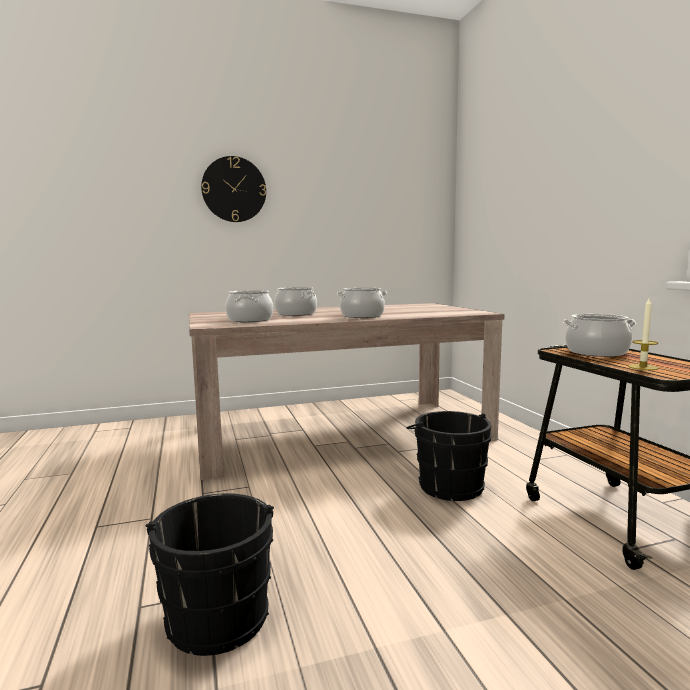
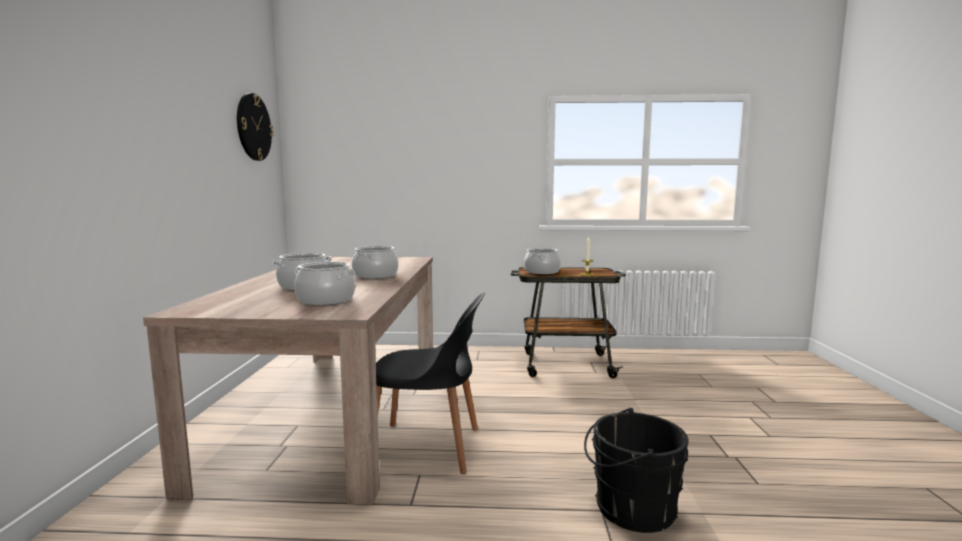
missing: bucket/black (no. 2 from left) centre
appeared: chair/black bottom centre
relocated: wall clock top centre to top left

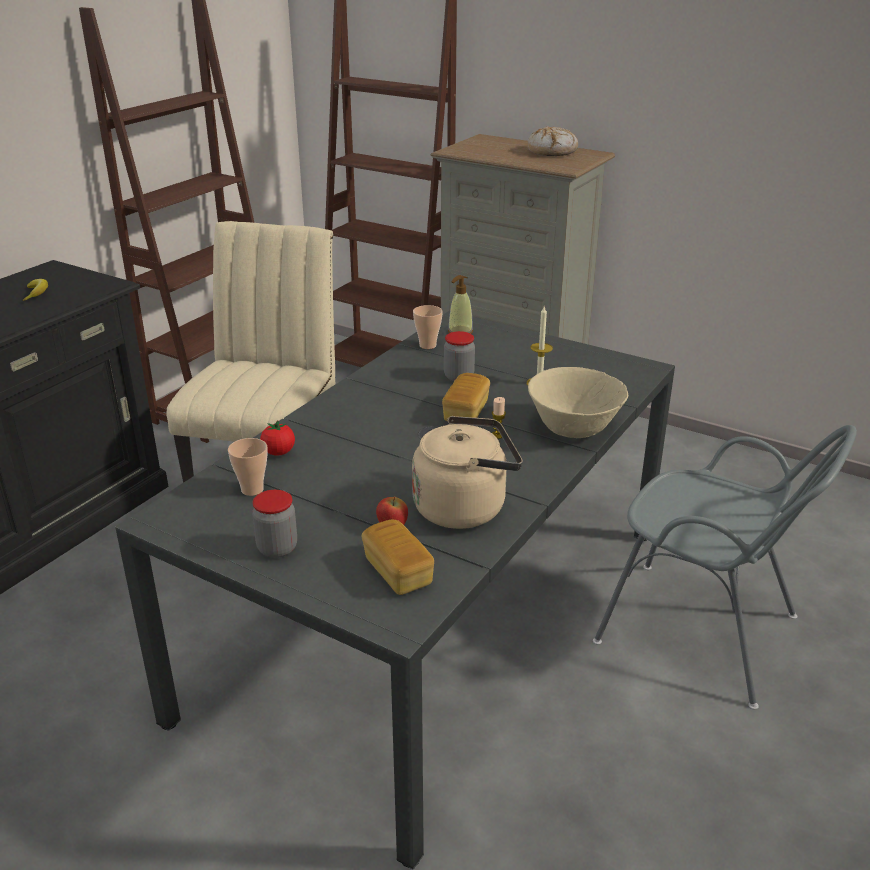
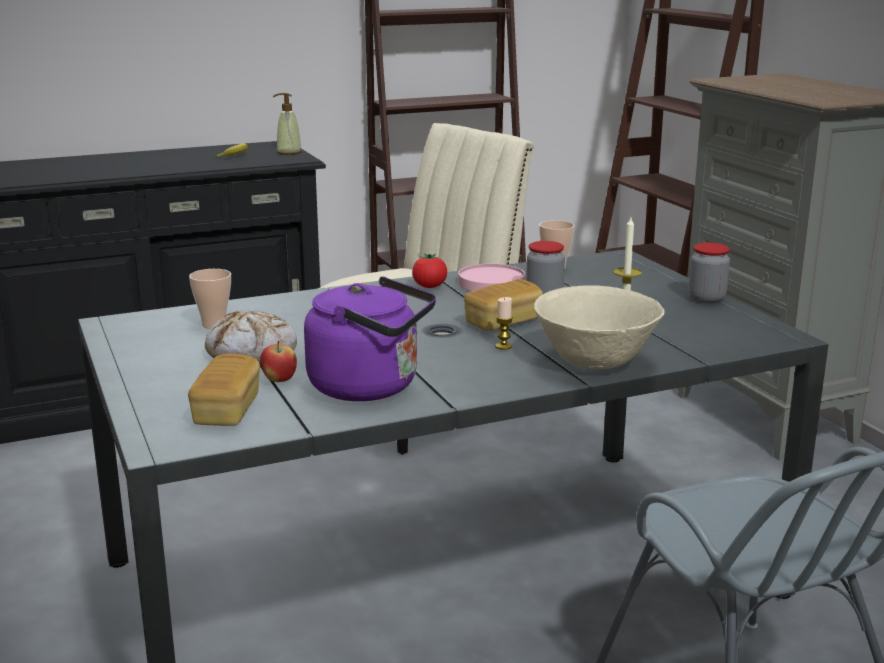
appeared: plate/pink centre
relocated: bread (no. 3 from left in the first image) top centre to bread (no. 2 from left) middle left; soap dispenser centre to top left; tomato middle left to centre; jar (no. 1 from left in the first image) middle left to jar (no. 2 from left) middle right
colour: kettle/beige centre to kettle/purple centre

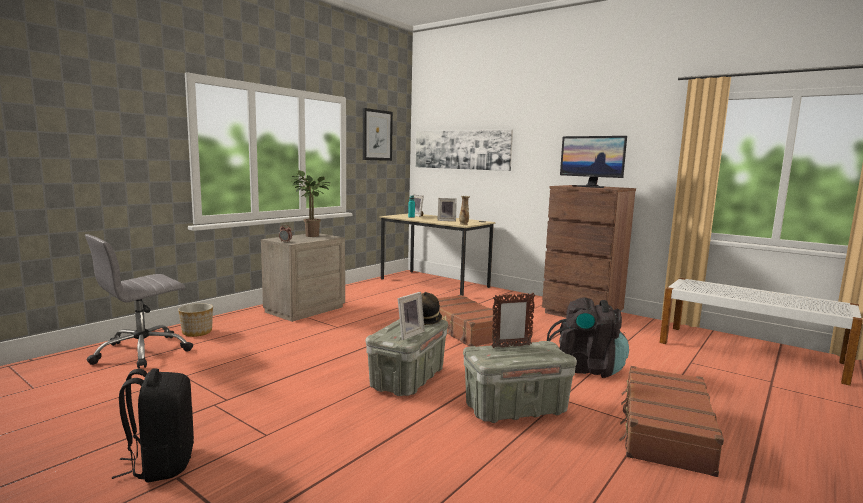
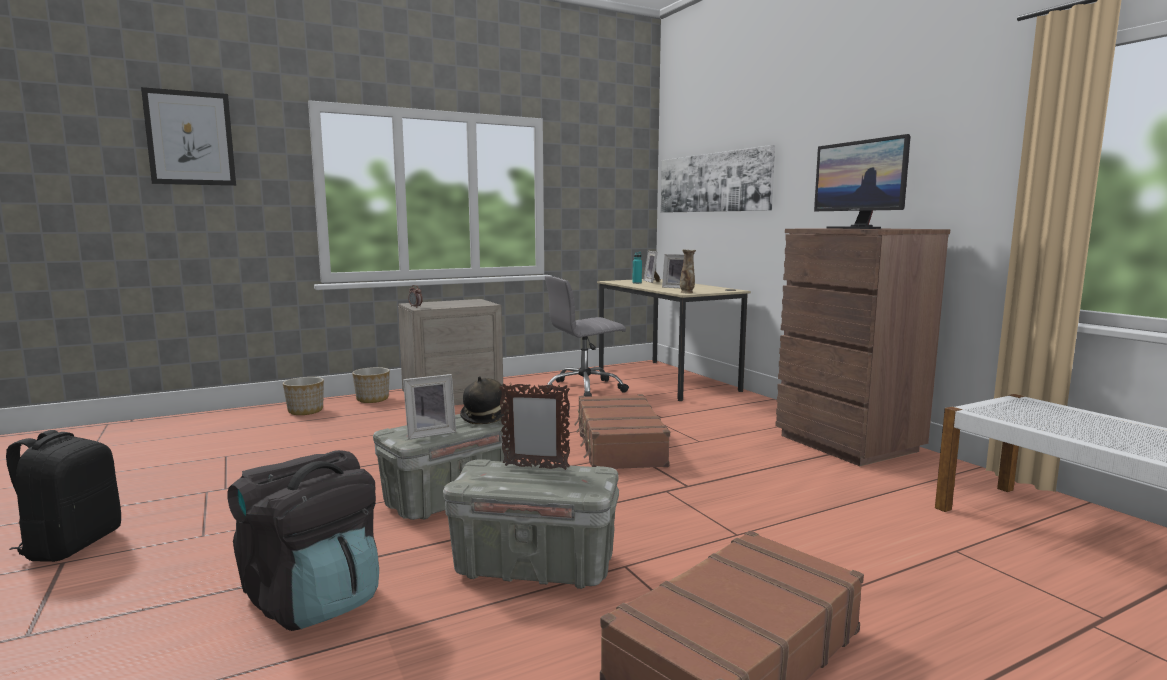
missing: potted plant centre
appeared: planter (no. 2 from left) middle left
relocated: picture (no. 1 from left) top centre to top left; backpack/black (no. 2 from left) bottom right to bottom left; office chair/grey middle left to centre

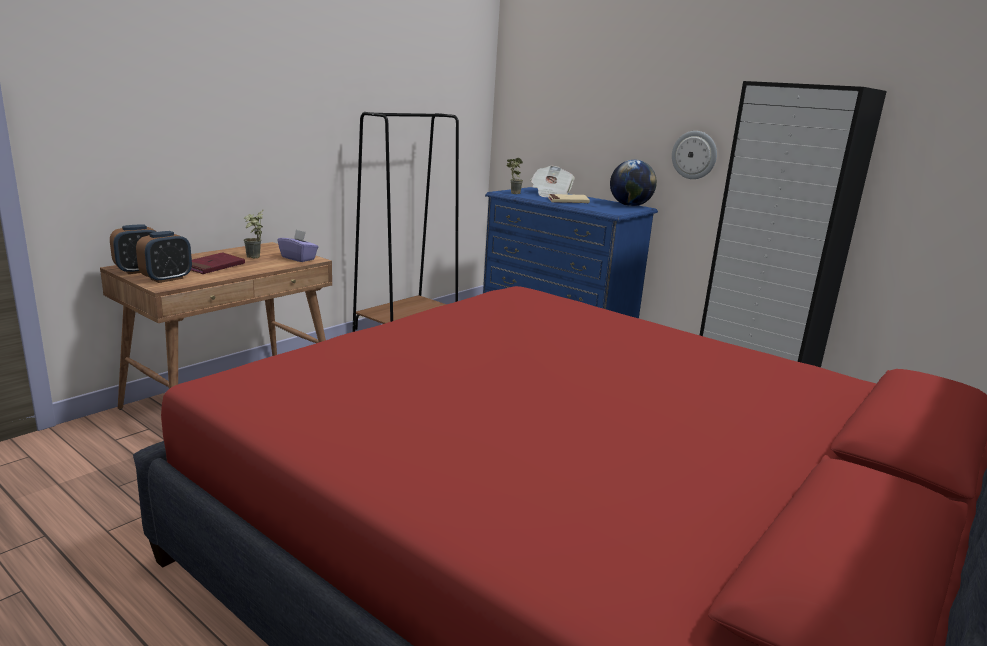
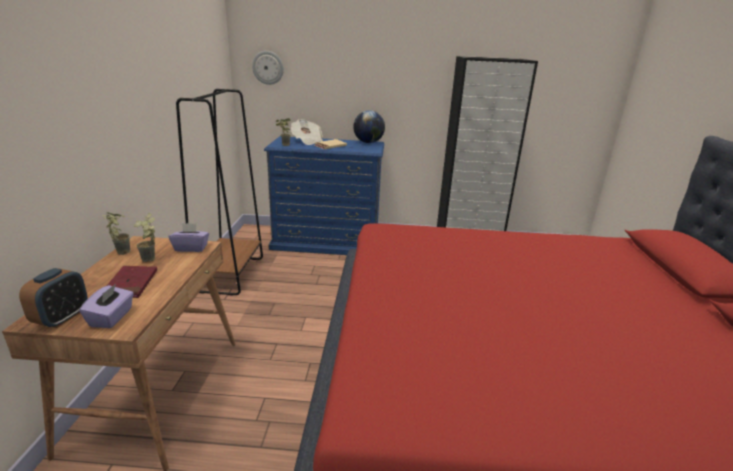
appeared: potted plant (no. 1 from left) middle left
relocated: wall clock top right to top centre
exchanged: alarm clock (no. 2 from left) middle left to tissue box/purple (no. 1 from left) middle left

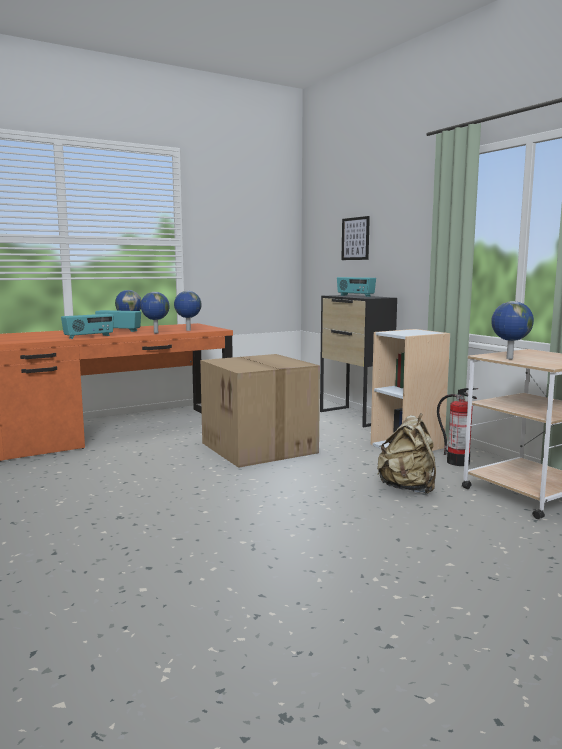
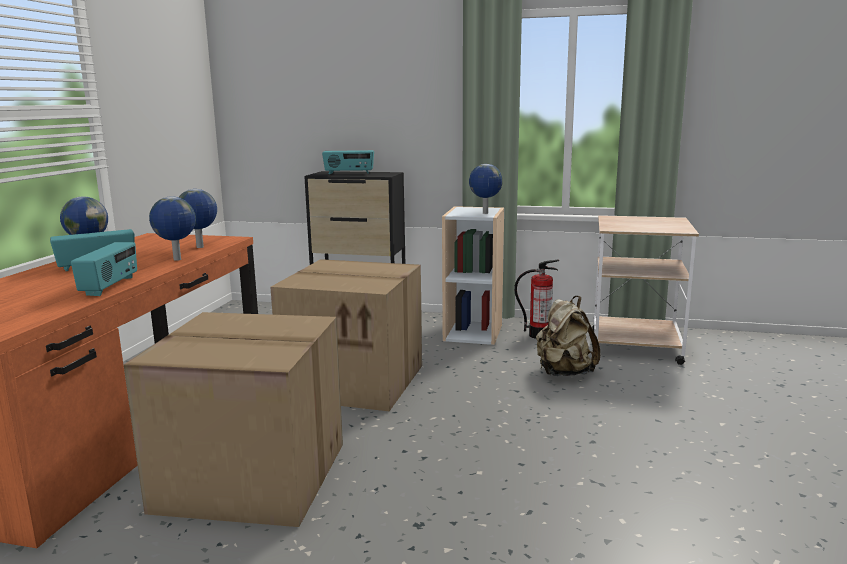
missing: picture top centre
appeared: cardboard box (no. 1 from left) bottom left
relocated: globe (no. 4 from left) middle right to centre

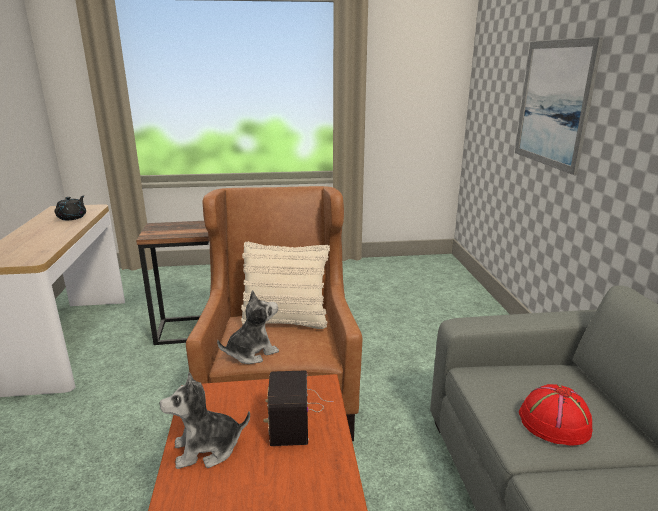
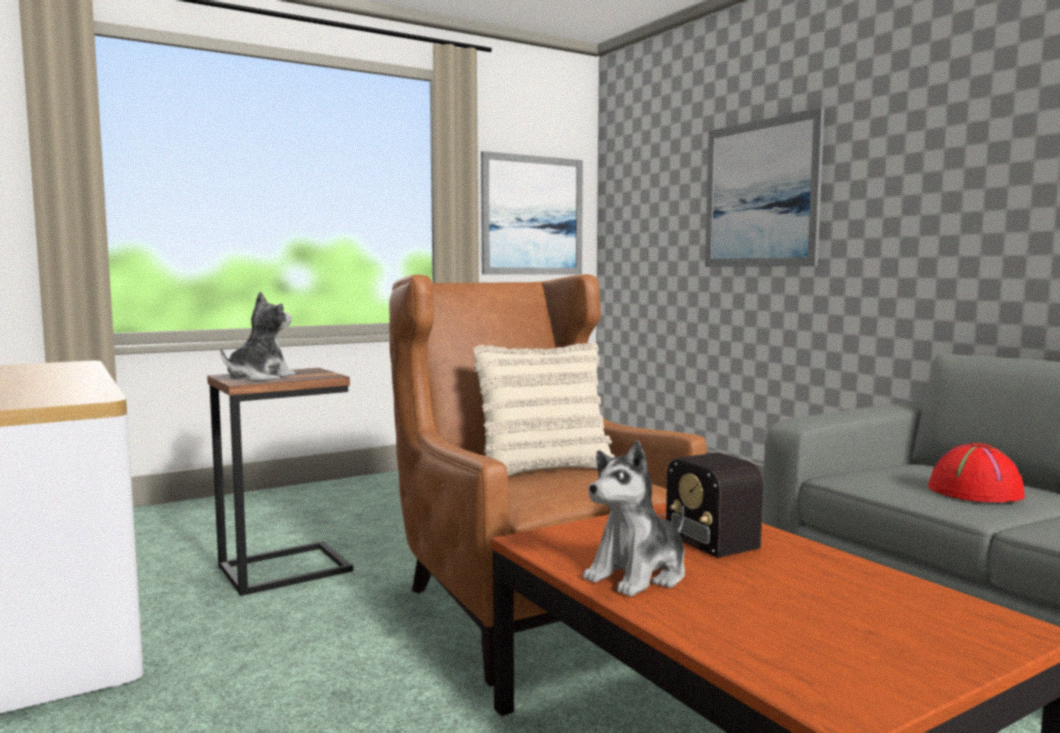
missing: teapot/black middle left
appeared: picture (no. 1 from left) top centre
relocated: plush toy (no. 2 from left in the first image) centre to plush toy (no. 1 from left) middle left

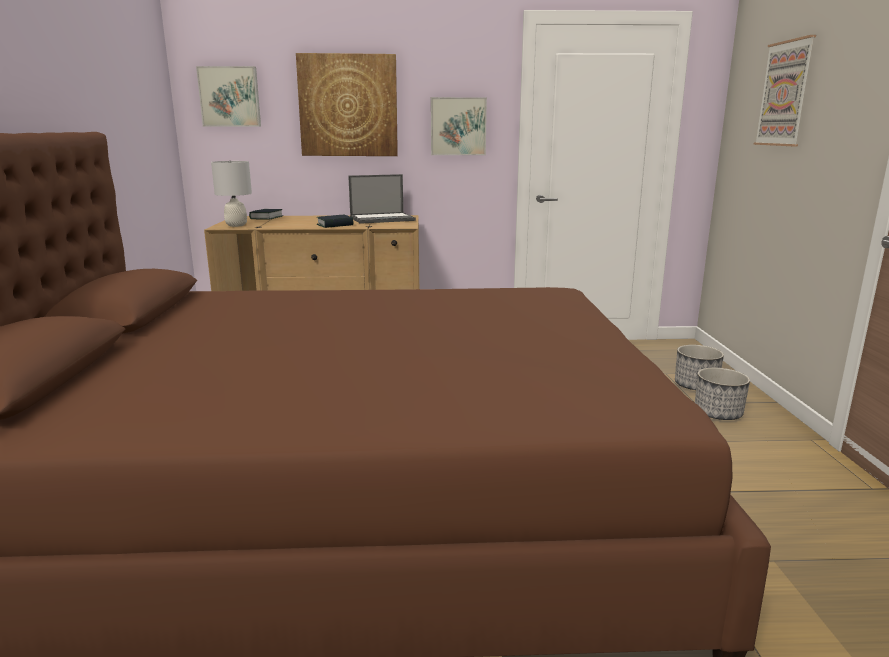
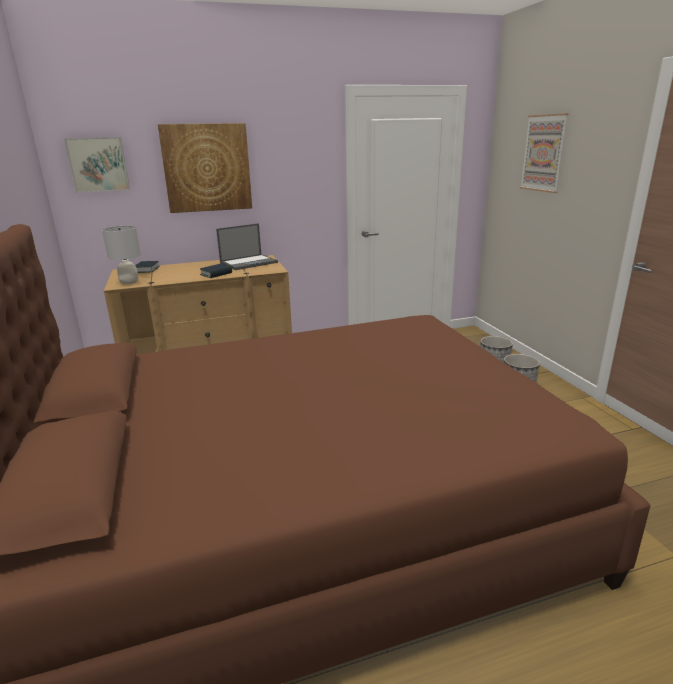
missing: picture (no. 3 from left) top centre

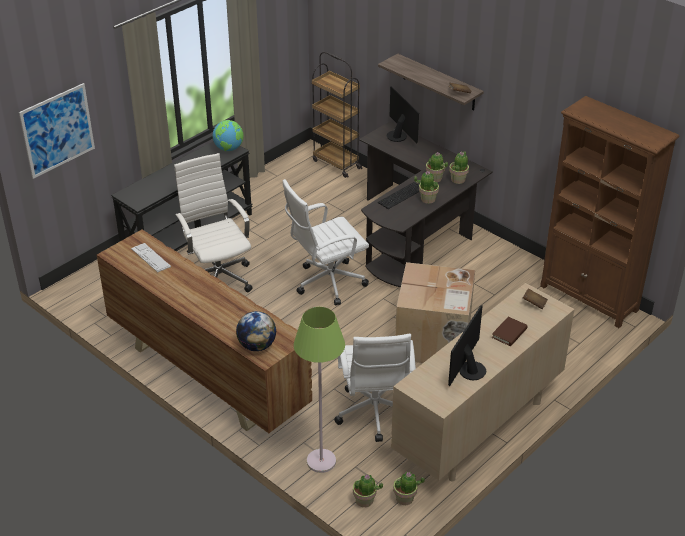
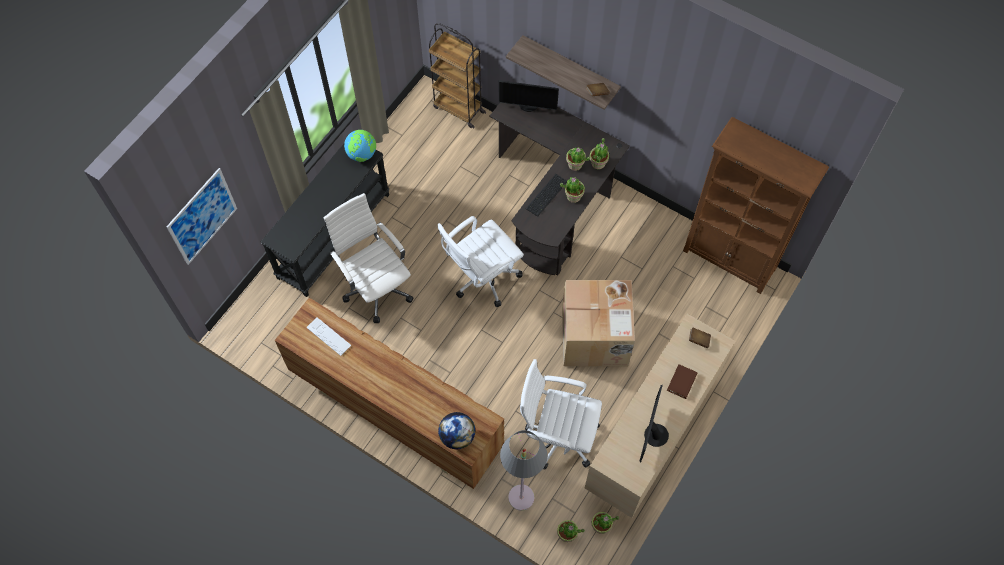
colour: floor lamp/green bottom centre to floor lamp/grey bottom centre
spun: monitor (no. 1 from left) top centre = top centre 135 degrees clockwise; office chair/white (no. 3 from left) bottom centre = bottom centre 120 degrees clockwise

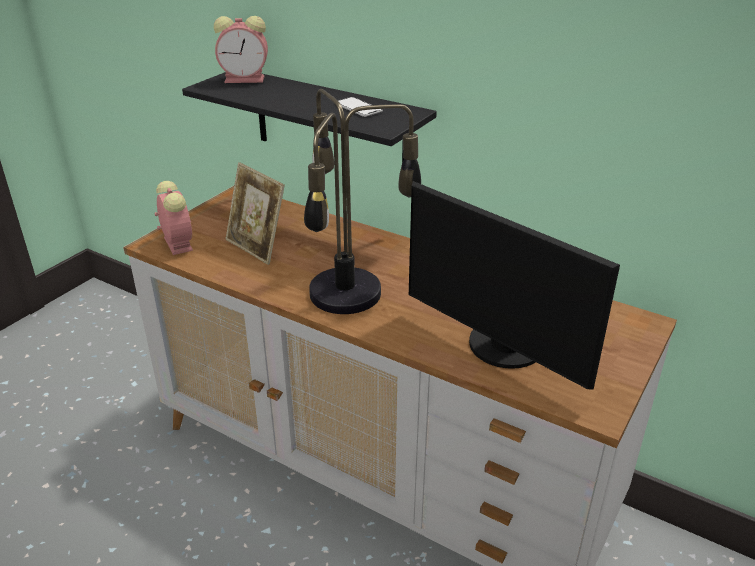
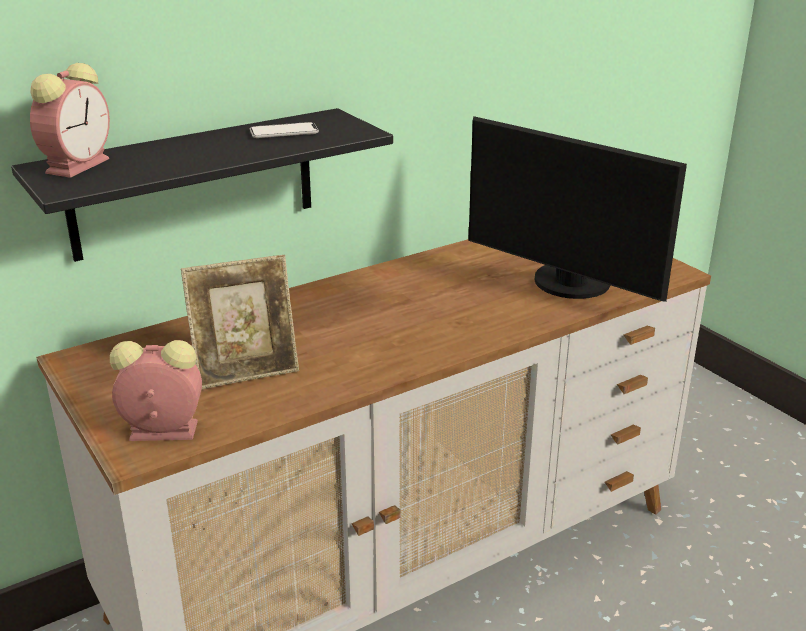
missing: table lamp centre
spun: monitor middle right = top right 60 degrees clockwise

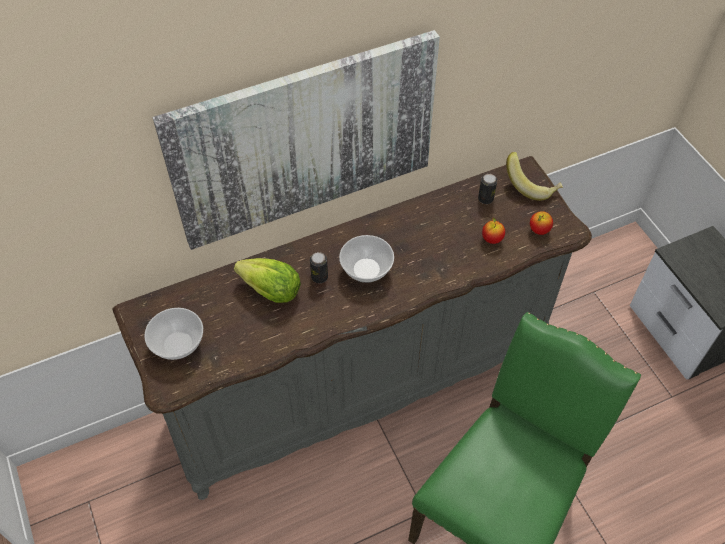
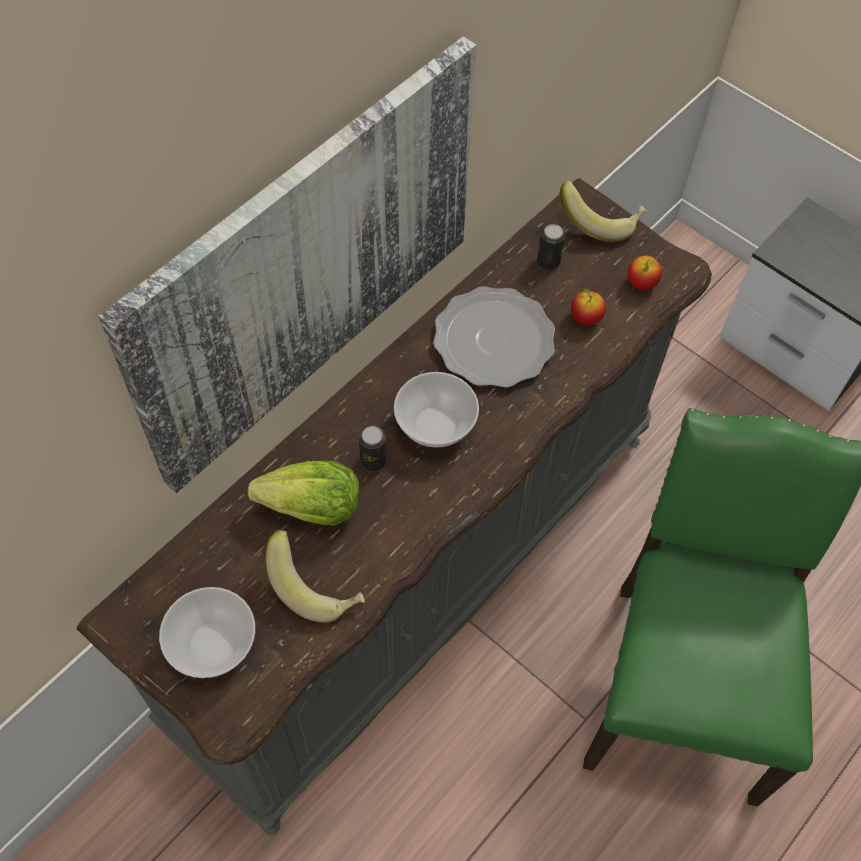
appeared: banana (no. 1 from left) bottom centre; plate centre

